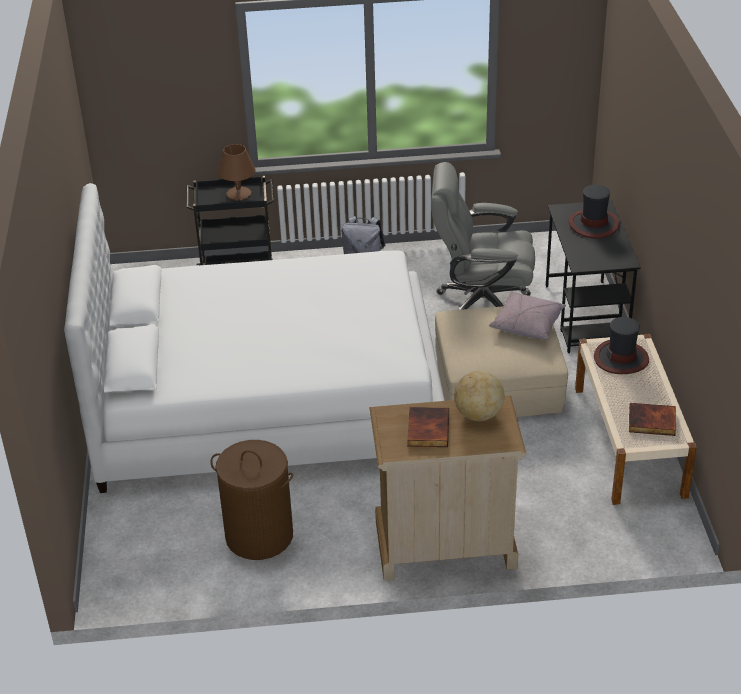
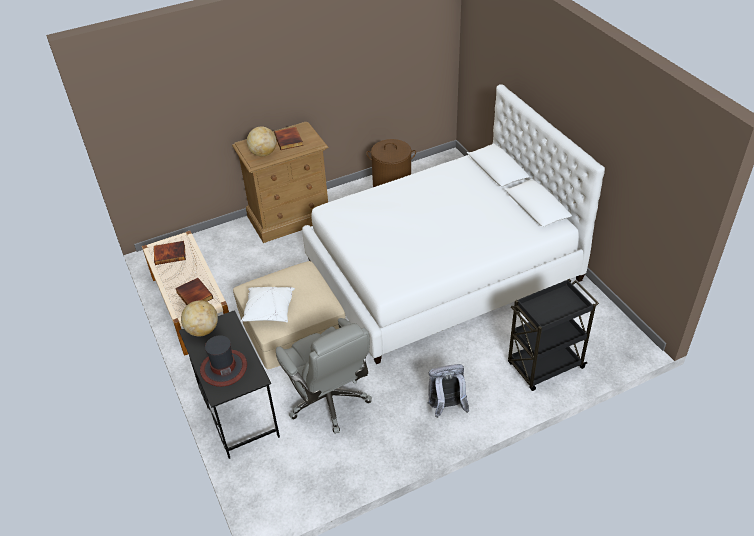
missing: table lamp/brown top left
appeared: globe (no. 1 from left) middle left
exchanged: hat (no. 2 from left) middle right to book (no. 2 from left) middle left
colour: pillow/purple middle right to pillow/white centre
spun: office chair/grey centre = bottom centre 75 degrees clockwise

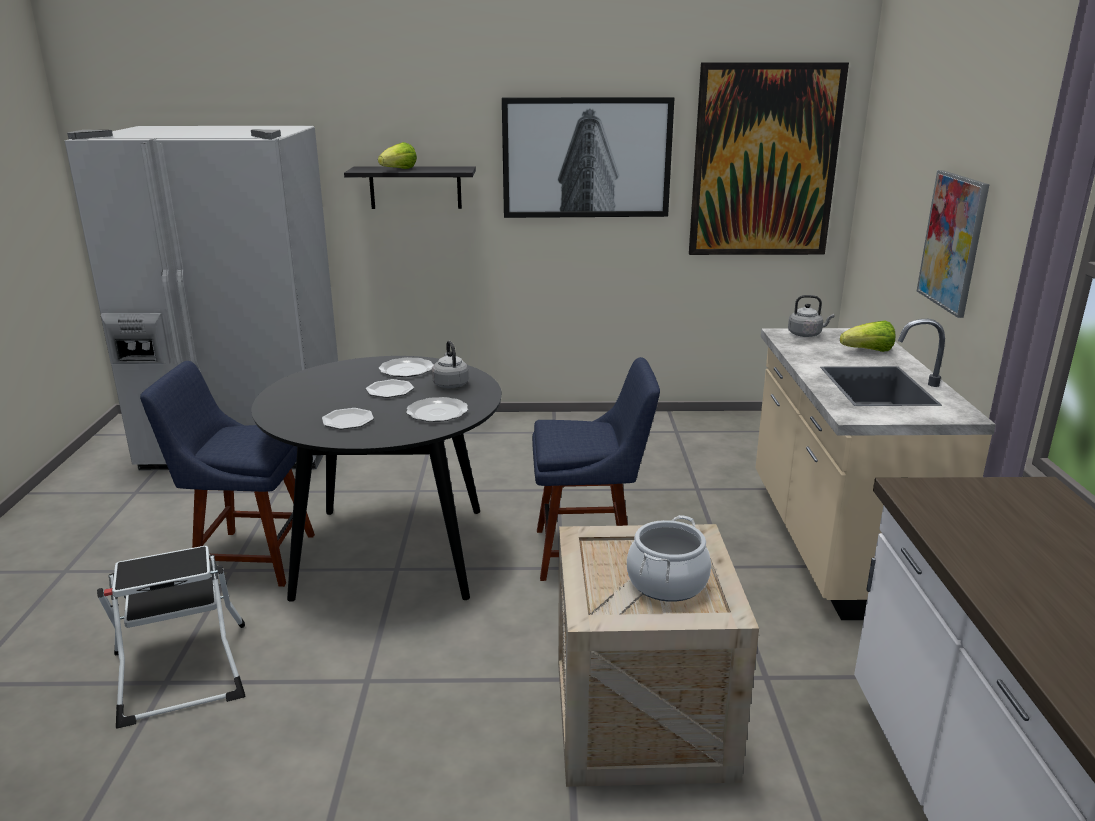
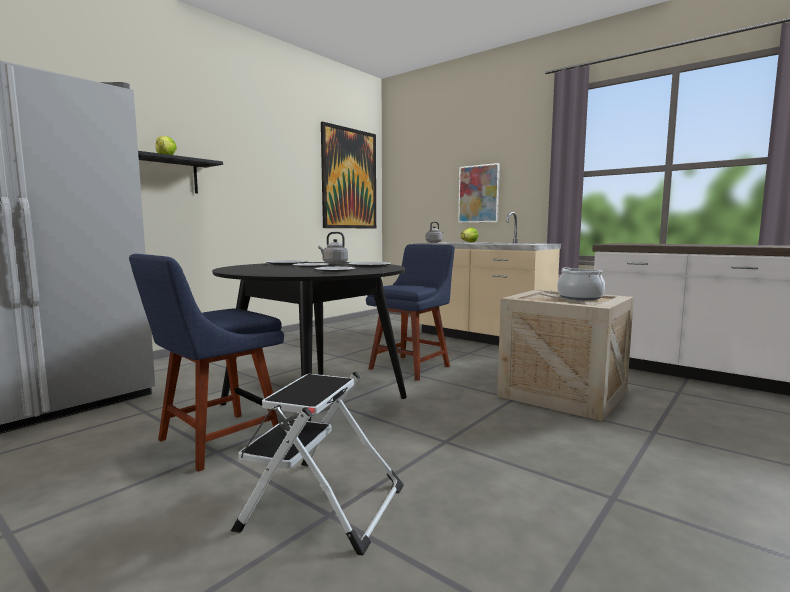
missing: picture (no. 1 from left) top centre

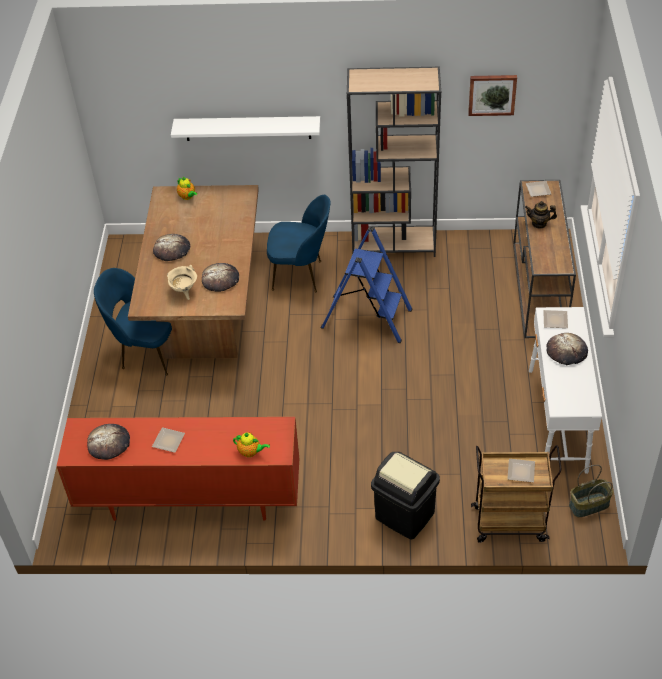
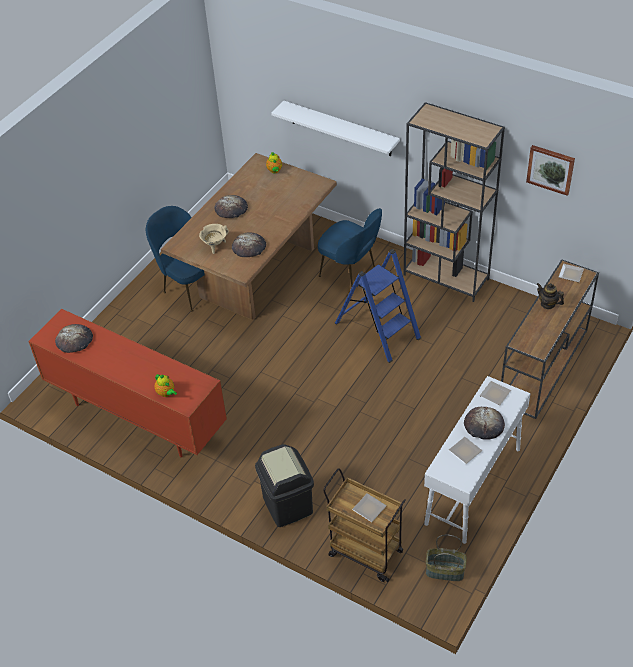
relocated: plate (no. 1 from left in the first image) middle left to plate (no. 2 from left) bottom right

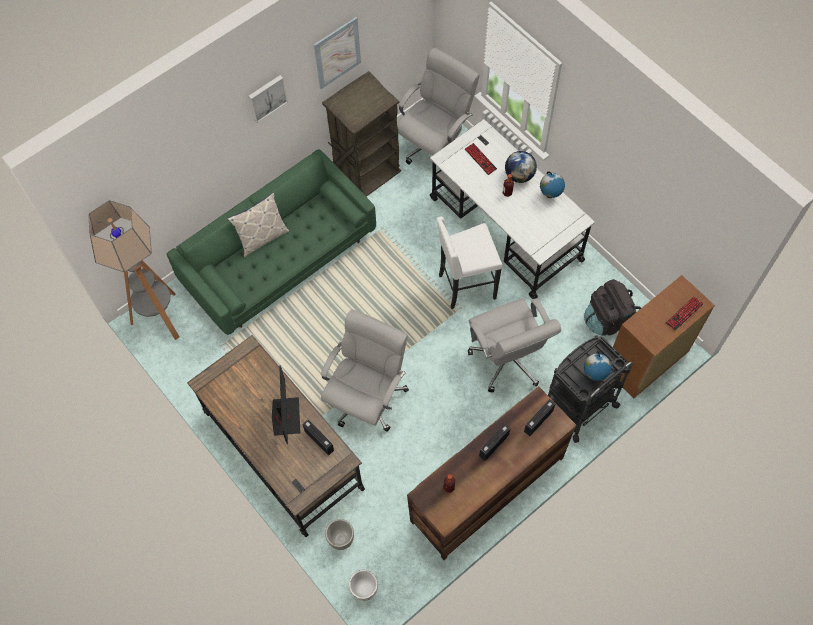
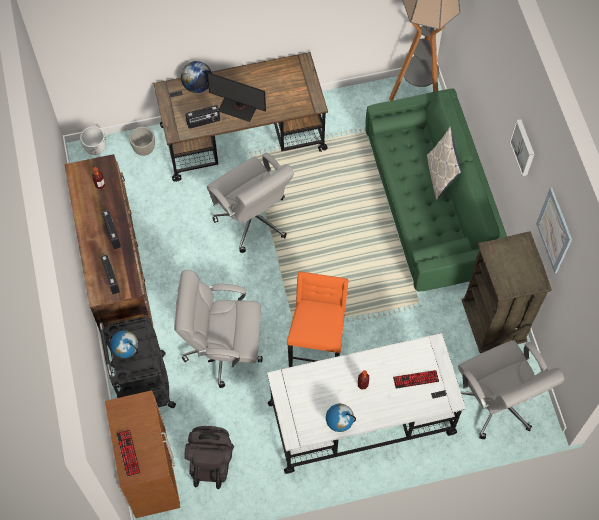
relocated: globe (no. 1 from left in the first image) top centre to globe (no. 2 from left) top left
colour: stool/white centre to stool/orange centre

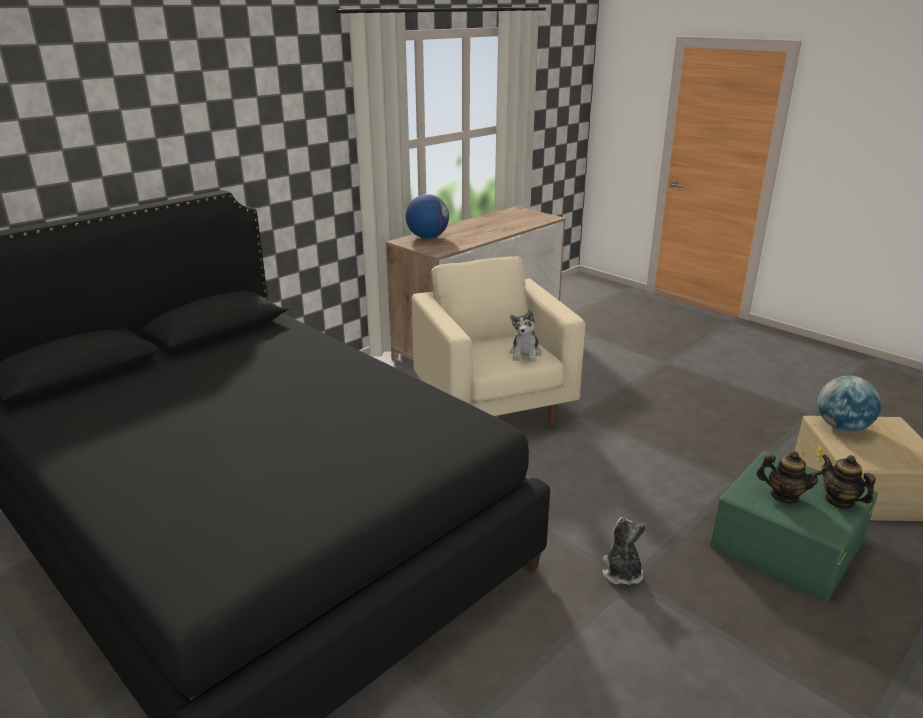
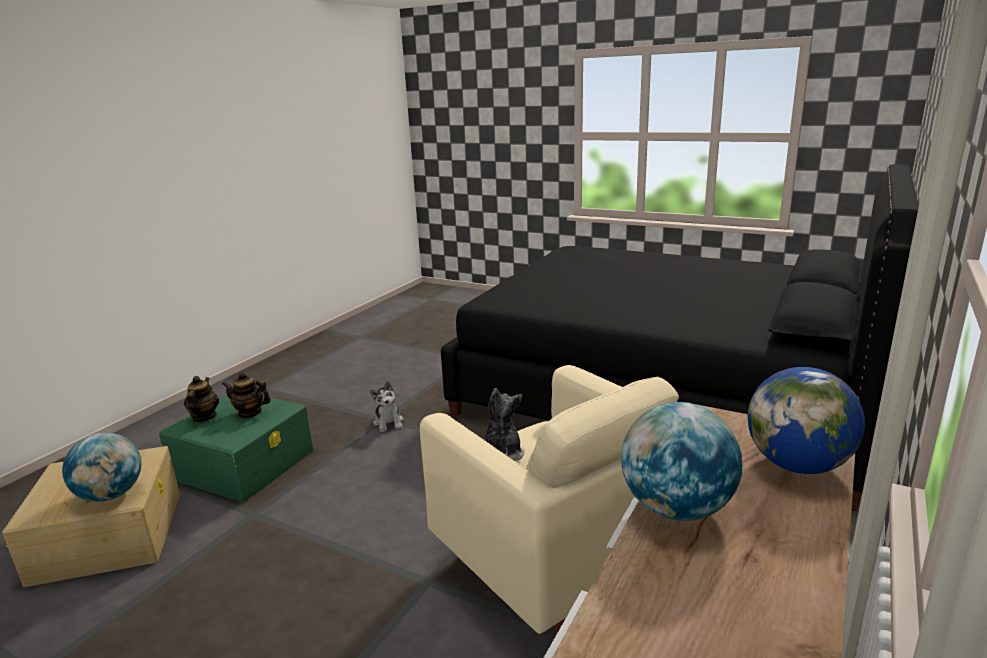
appeared: globe (no. 2 from left) bottom right
spun: teapot (no. 2 from left in the first image) bottom right = middle left 135 degrees counterclockwise

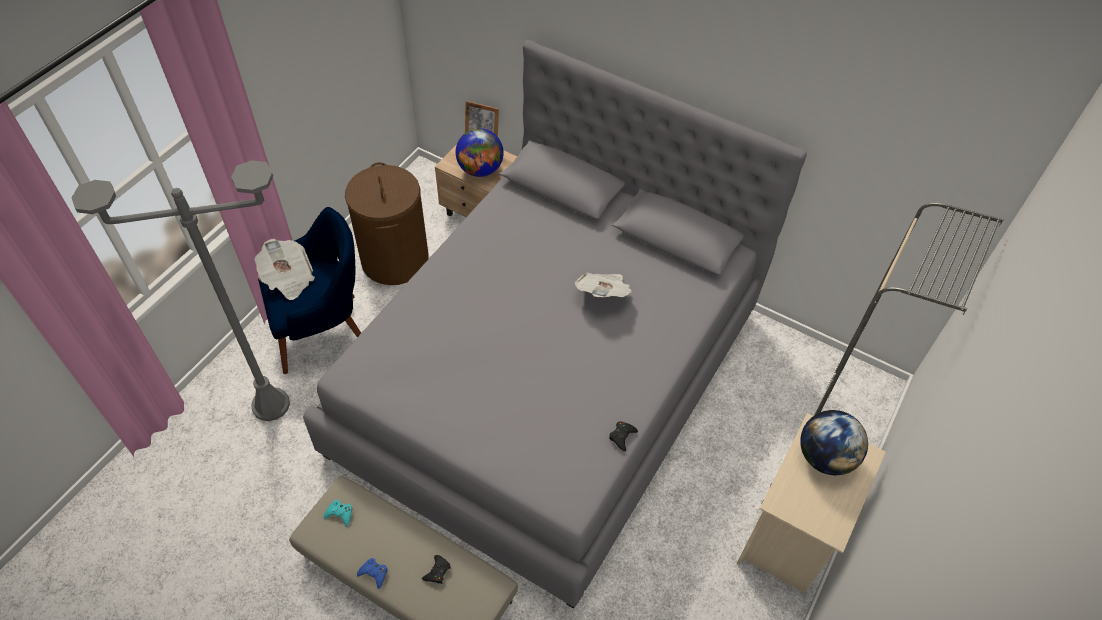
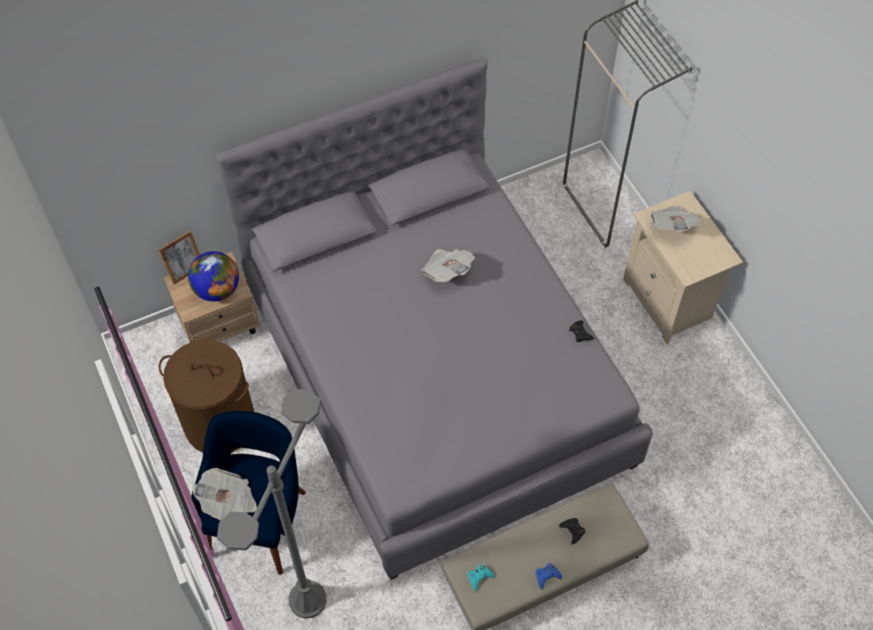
exchanged: globe (no. 2 from left) bottom right to newspaper (no. 3 from left) middle right

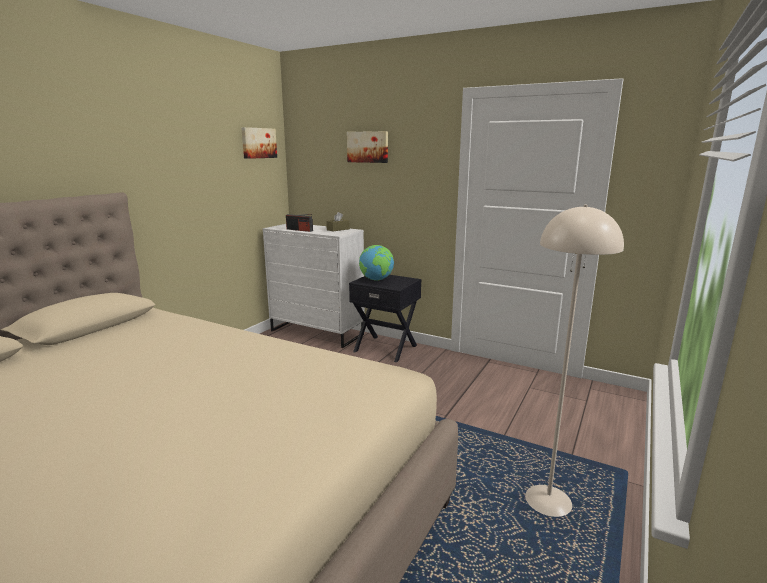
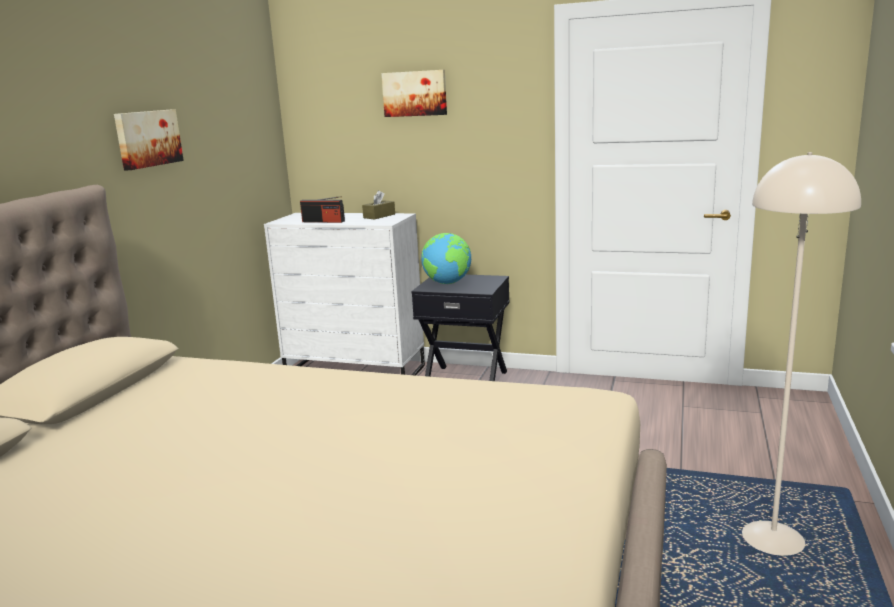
relocated: picture (no. 1 from left) top centre to top left

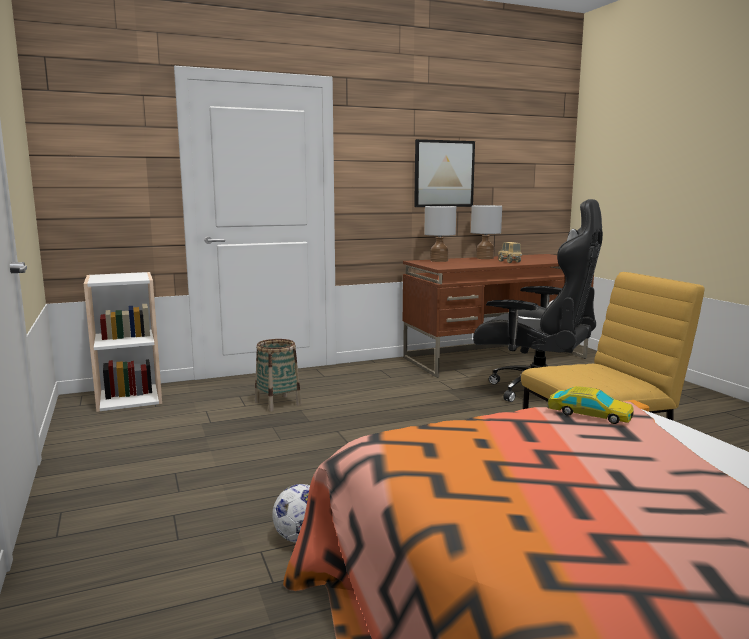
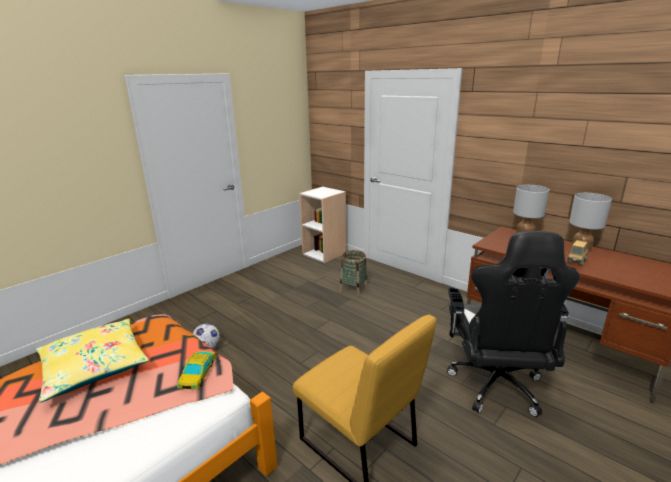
missing: picture top centre
appeared: pillow/yellow bottom left

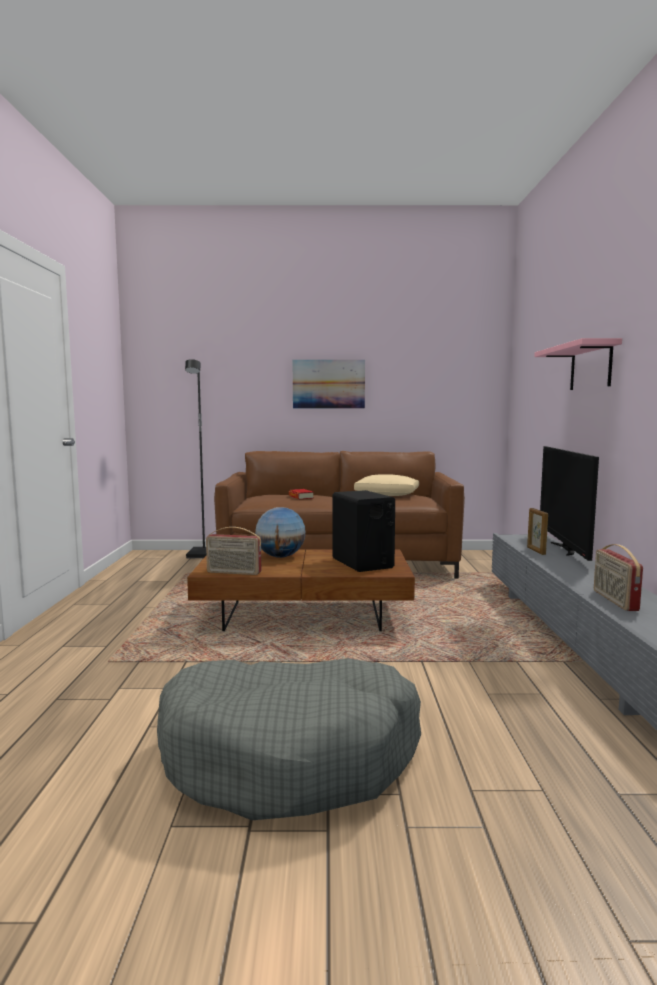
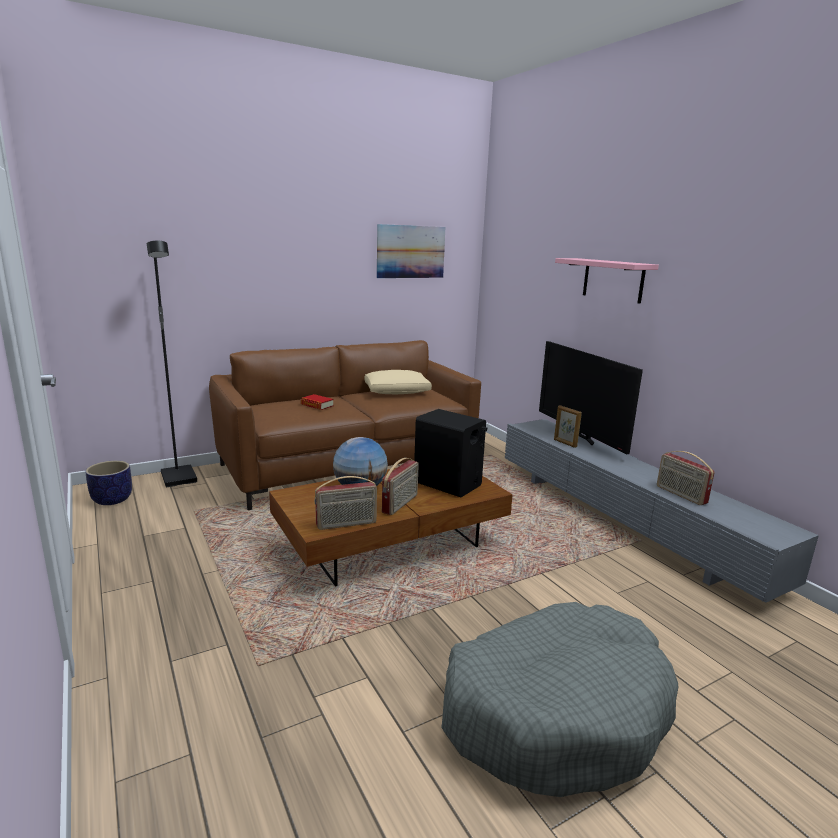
appeared: planter middle left; radio (no. 2 from left) centre
relocated: picture centre to top centre

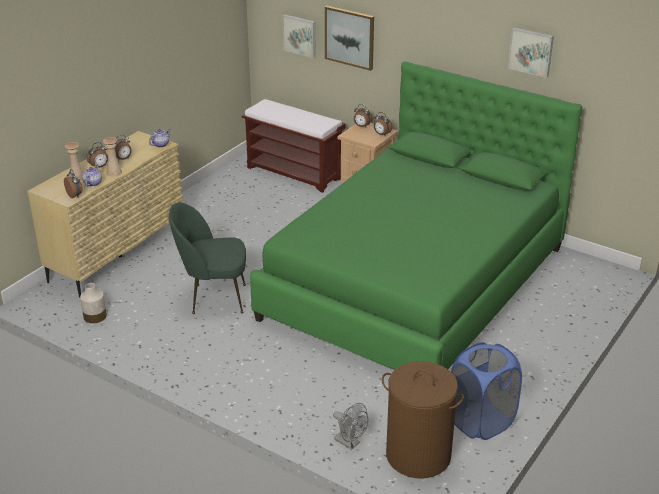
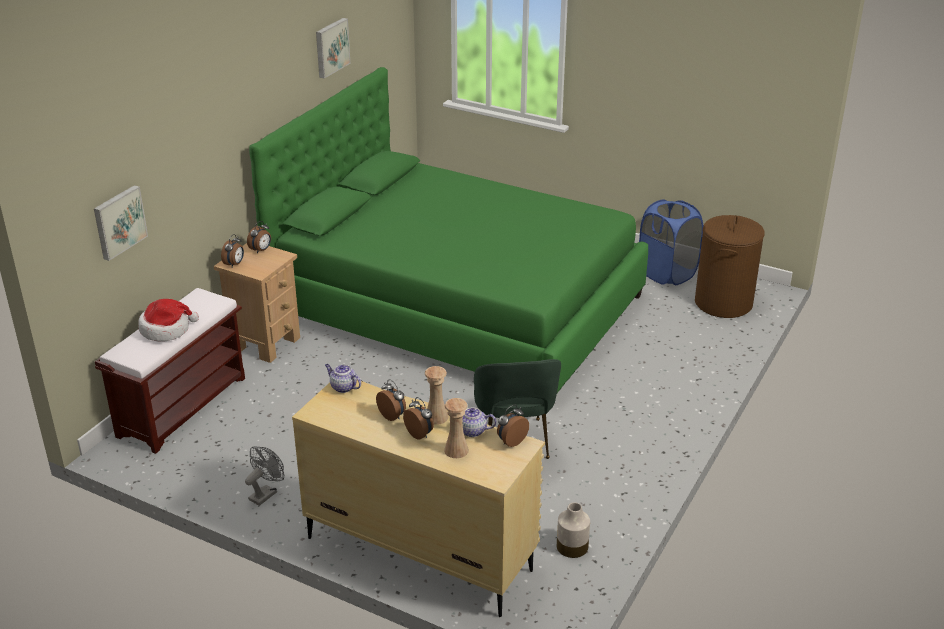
missing: picture (no. 2 from left) top centre
appeared: hat middle left
relocated: fan/grey bottom centre to bottom left

